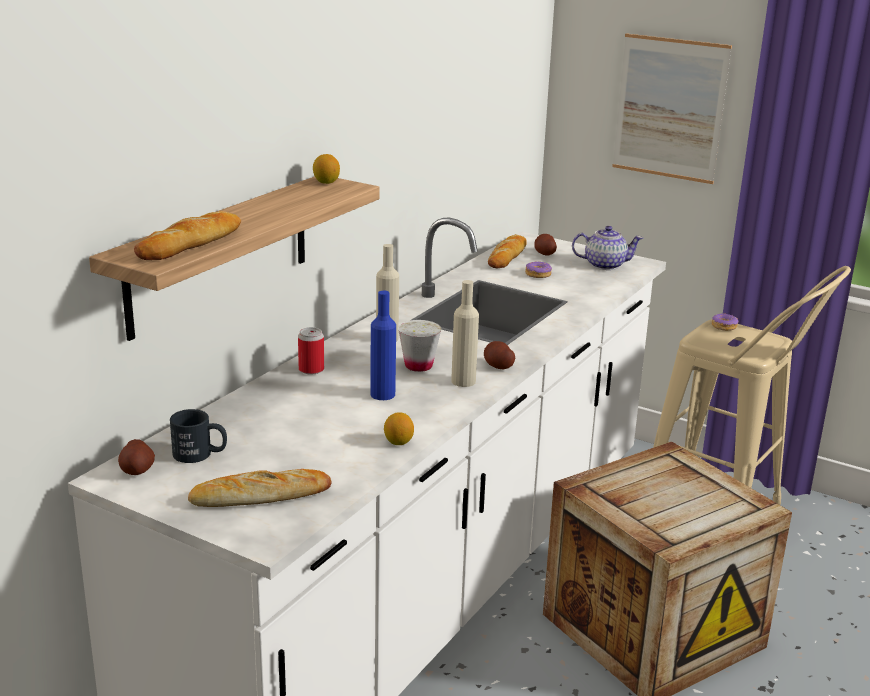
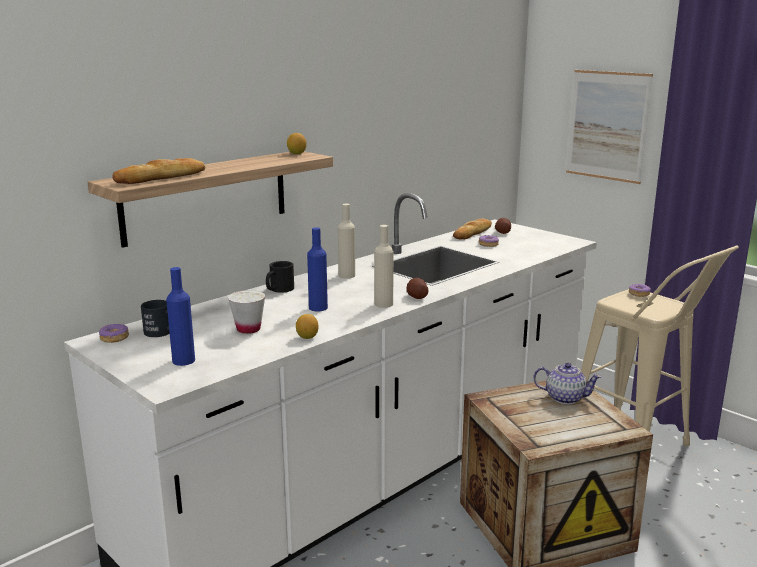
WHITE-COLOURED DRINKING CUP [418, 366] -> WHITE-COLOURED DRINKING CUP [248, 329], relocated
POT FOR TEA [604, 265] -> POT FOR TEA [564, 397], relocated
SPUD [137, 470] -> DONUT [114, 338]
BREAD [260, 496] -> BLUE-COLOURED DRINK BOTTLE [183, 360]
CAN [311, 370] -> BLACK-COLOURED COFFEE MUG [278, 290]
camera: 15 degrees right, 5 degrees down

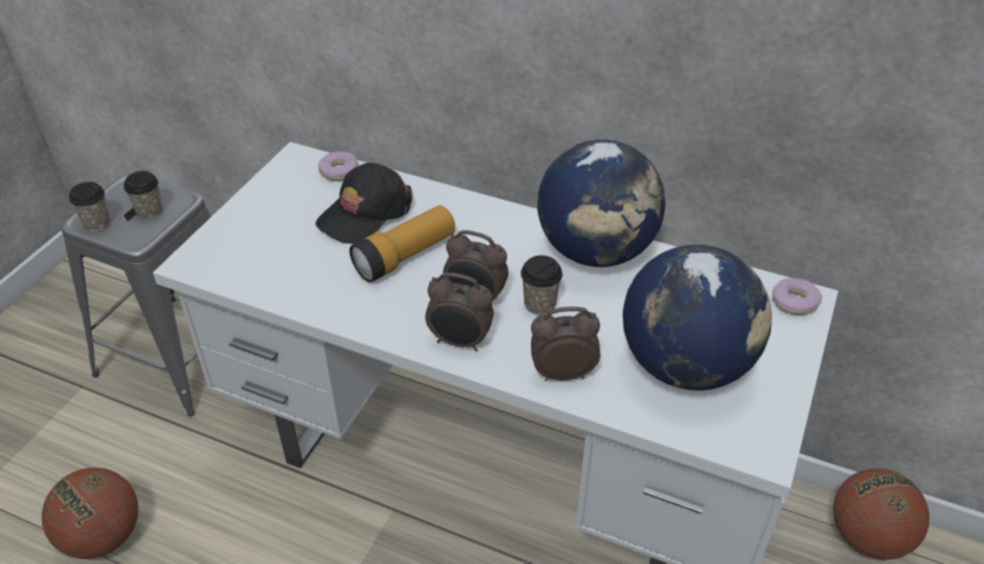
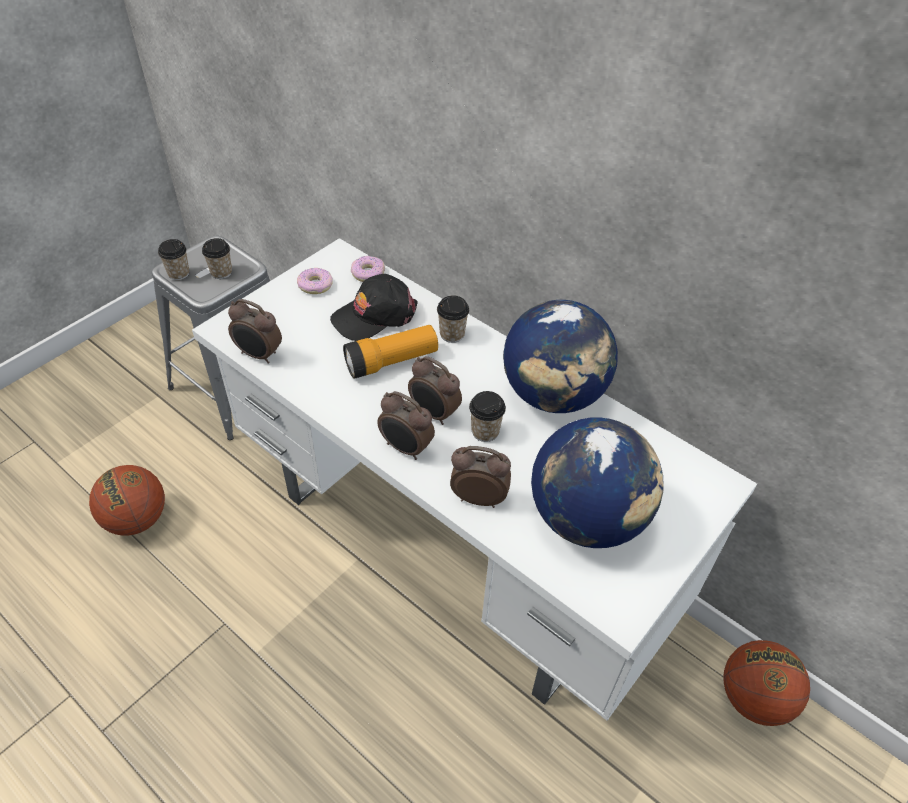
none -> BEDSIDE CLOCK [259, 355]
none -> DRINKING CUP [452, 334]
DONUT [794, 302] -> DONUT [315, 285], relocated
camera: 15 degrees right, 5 degrees up

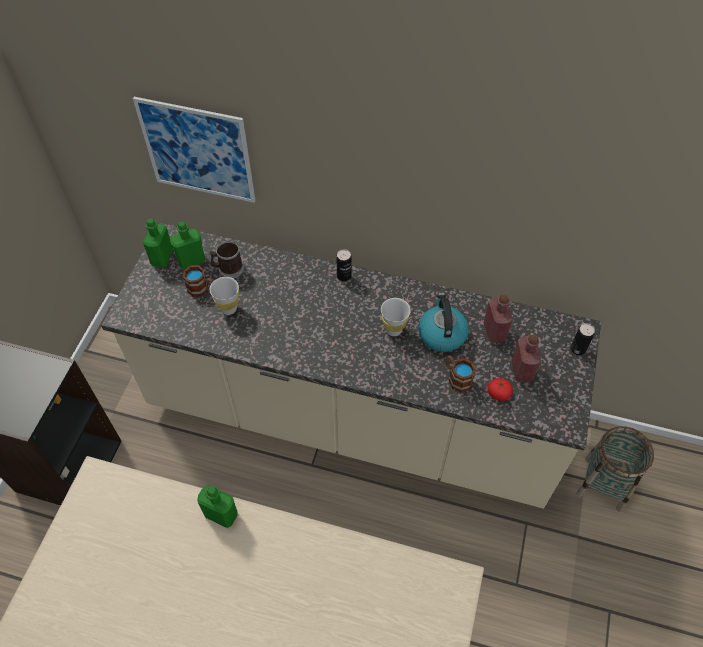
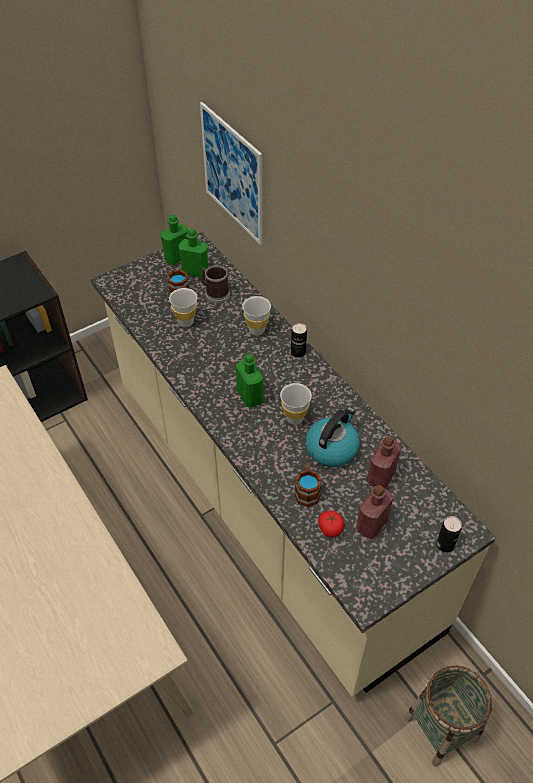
none -> WHITE-COLOURED DRINKING CUP [257, 330]
GREEN-COLOURED DRINK BOTTLE [221, 515] -> GREEN-COLOURED DRINK BOTTLE [250, 396], relocated
camera: 40 degrees right, 5 degrees down

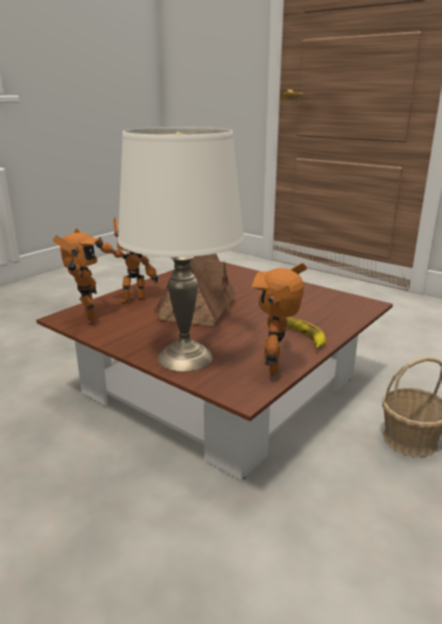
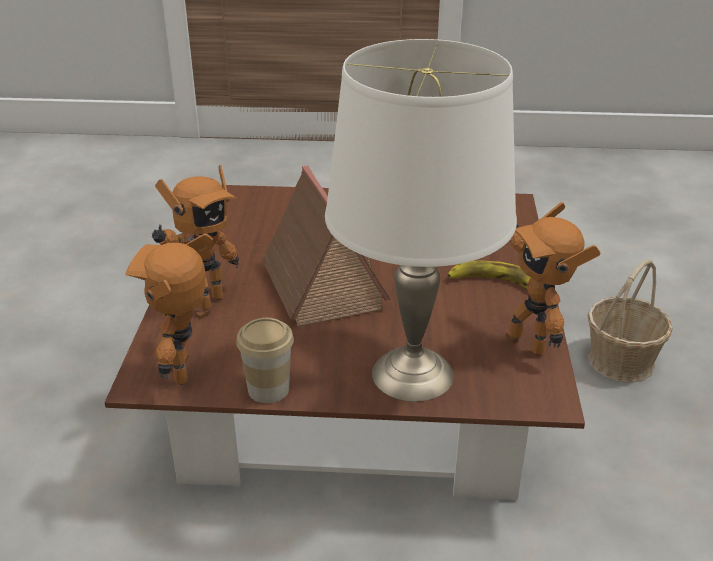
none -> DRINKING CUP [268, 389]
TOY ROBOT [86, 320] -> TOY ROBOT [190, 370], 135 degrees counterclockwise
camera: 35 degrees left, 10 degrees up

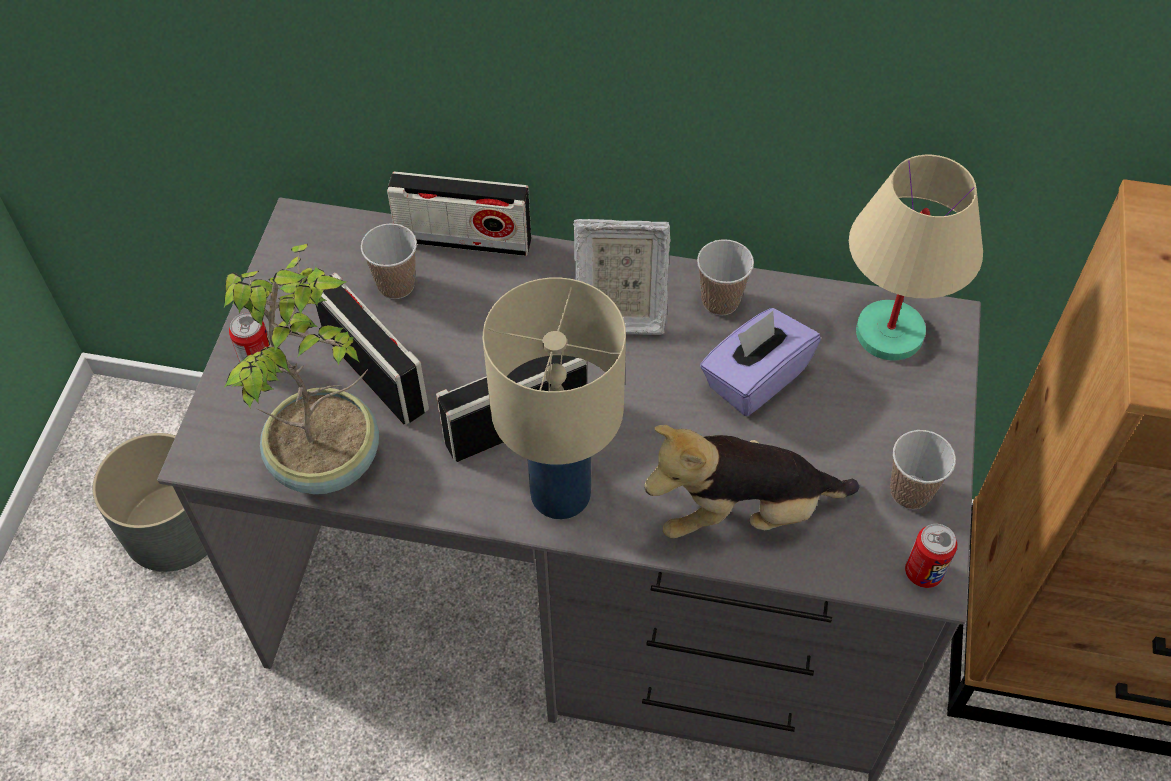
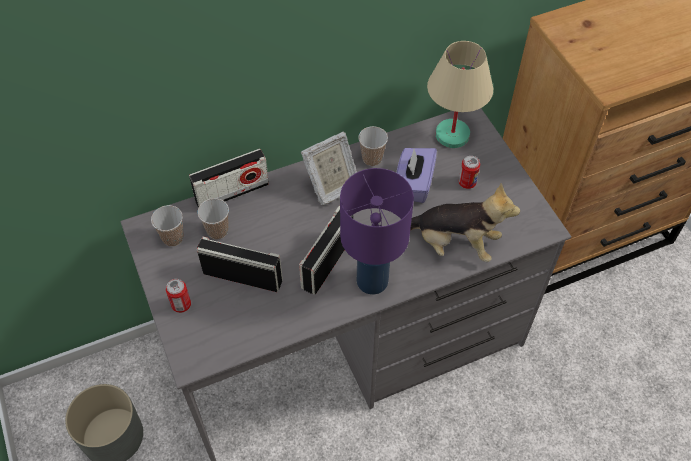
HOUSEPLANT [329, 459] -> none
DRINKING CUP [910, 492] -> DRINKING CUP [173, 238], relocated
CAN [923, 572] -> CAN [467, 183], relocated
BEIGE LAMP FOR A TABLE [561, 495] -> PURPLE LAMP FOR A TABLE [373, 281]
PLUSH TOY [742, 512] -> PLUSH TOY [453, 244], 120 degrees counterclockwise
camera: 35 degrees left, 0 degrees up

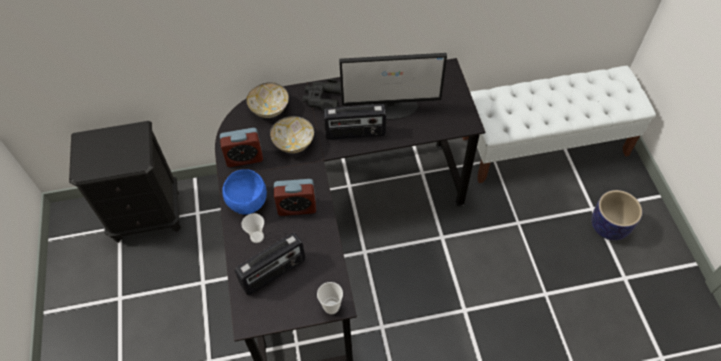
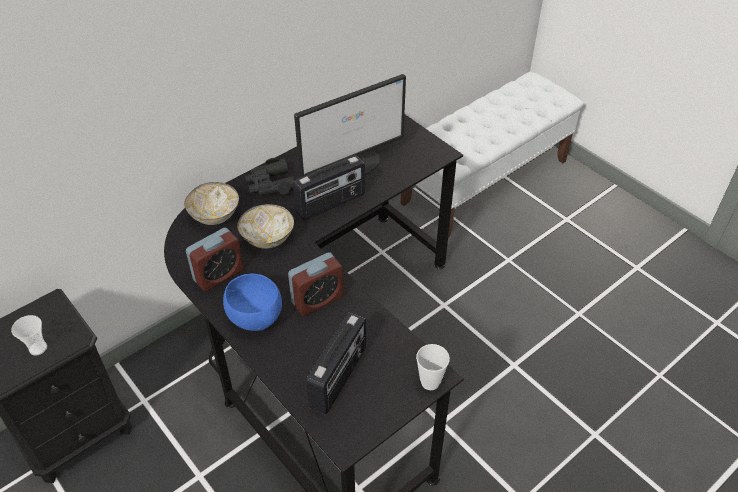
PLANTER [608, 226] -> none
DRINKING CUP [257, 237] -> DRINKING CUP [38, 348], relocated
camera: 30 degrees left, 10 degrees down

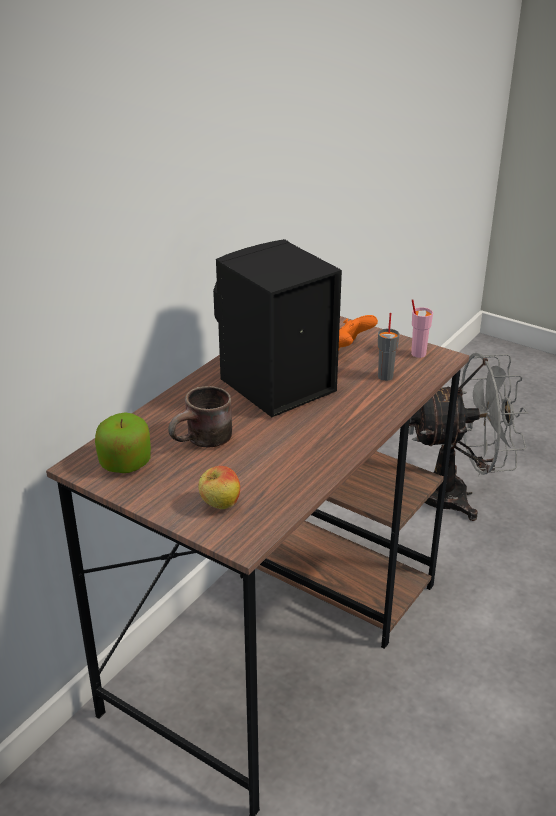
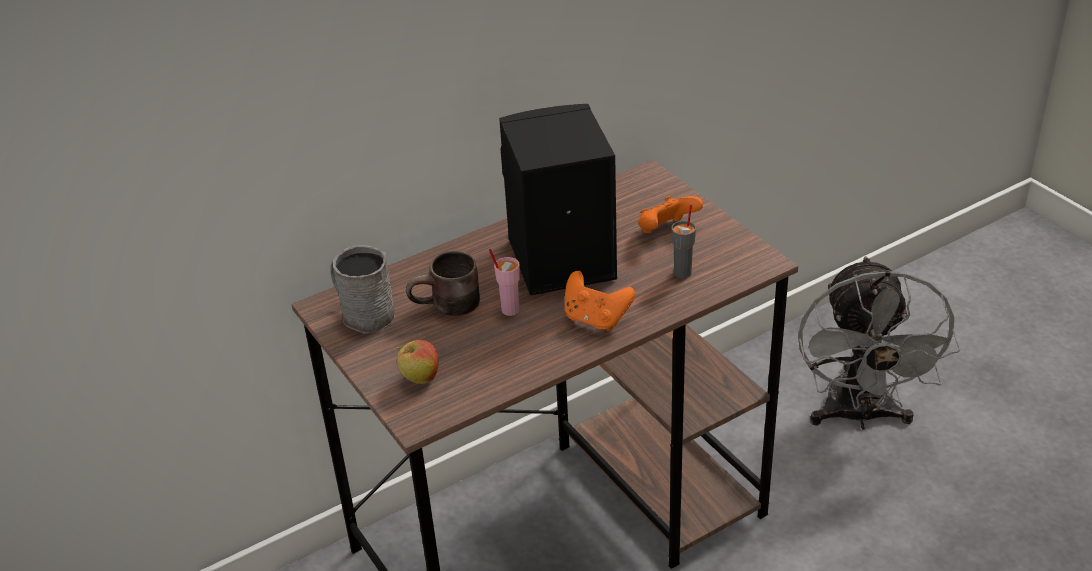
none -> ORANGE JOYPAD [596, 319]
PINK DRINKING CUP [418, 354] -> PINK DRINKING CUP [509, 309], relocated
WHOLE APPLE [125, 463] -> GRAY COFFEE MUG [363, 314]
GRAY FAN [456, 495] -> GRAY FAN [859, 416], 75 degrees clockwise
camera: 25 degrees right, 5 degrees up

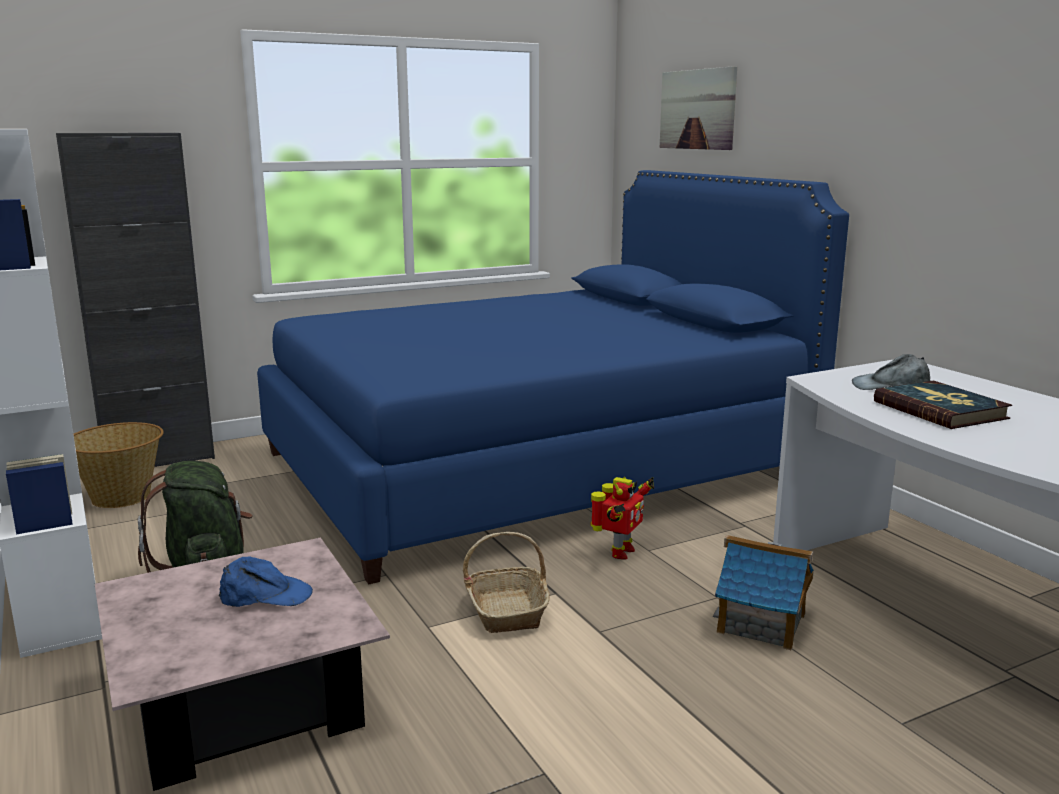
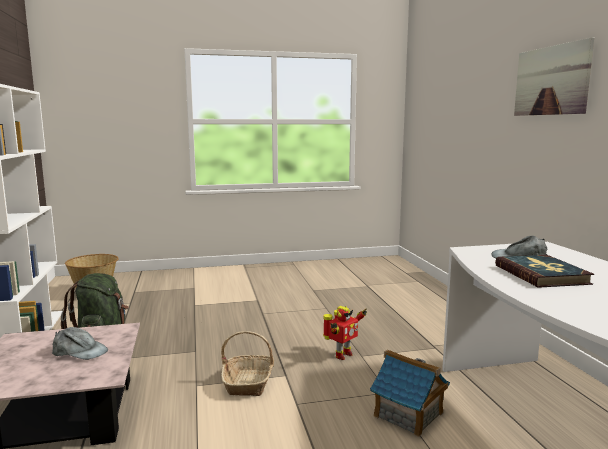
BLACK-COLOURED CUPBOARD [159, 460] -> none
BLUE-COLOURED BEDROOM BED [532, 466] -> none
WALL PICTURE [697, 109] -> WALL PICTURE [551, 80], relocated
BLUE-COLOURED PEAKED CAP [266, 595] -> GRAY PEAKED CAP [79, 351]
camera: 15 degrees right, 5 degrees down

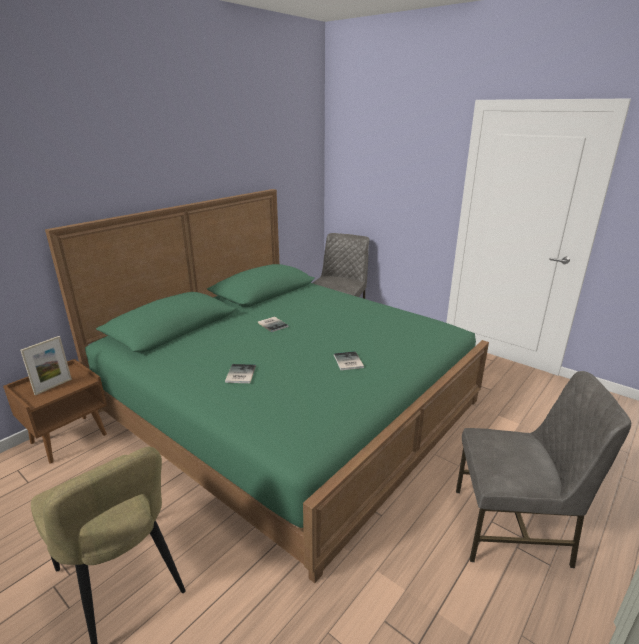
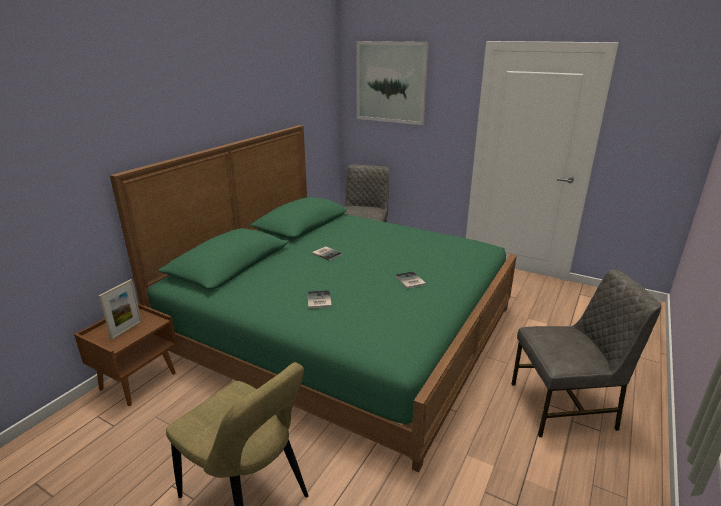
none -> WALL PICTURE [391, 82]
camera: 10 degrees left, 0 degrees up

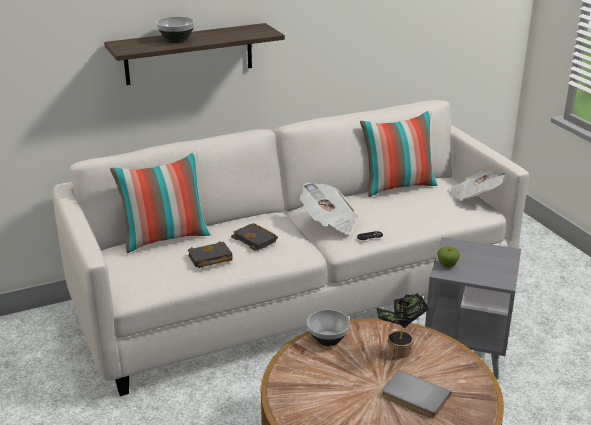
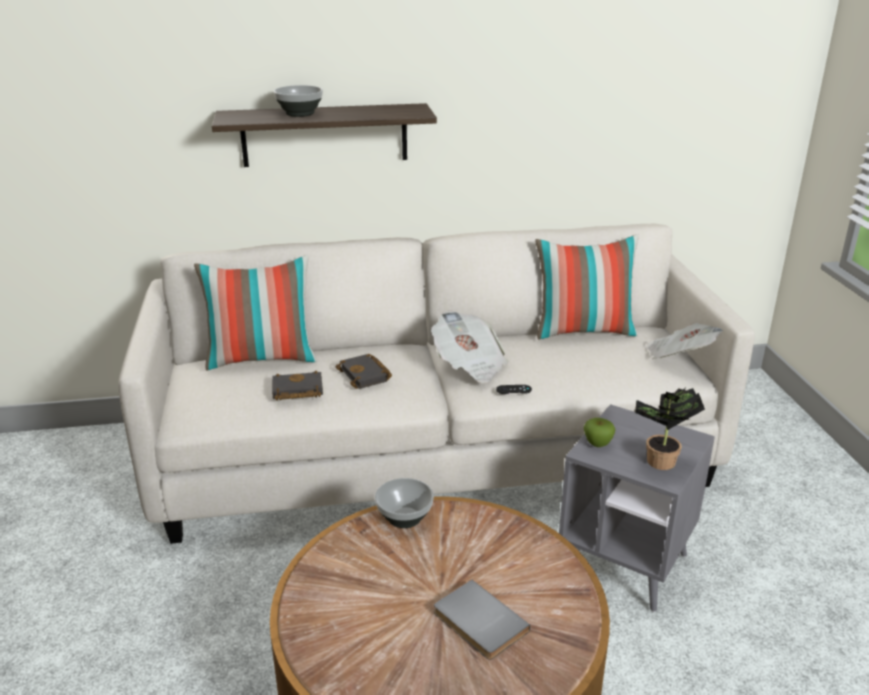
HOUSEPLANT [398, 353] -> HOUSEPLANT [659, 464], relocated
camera: 15 degrees right, 0 degrees up

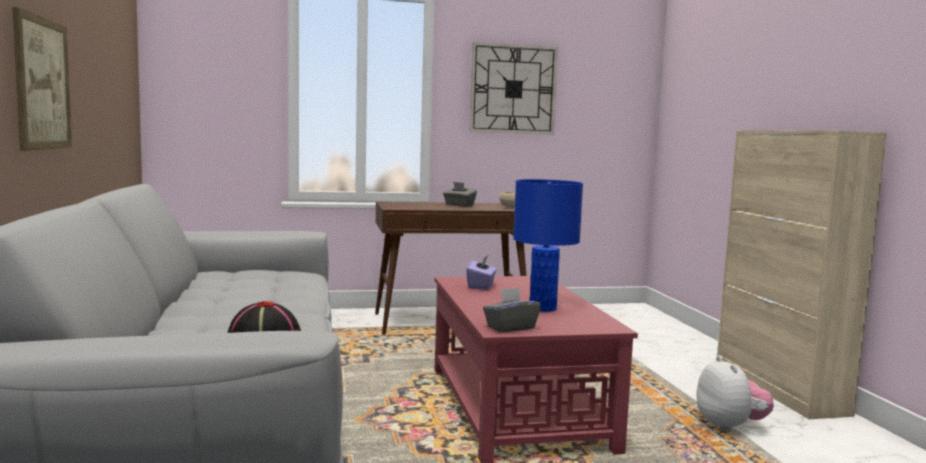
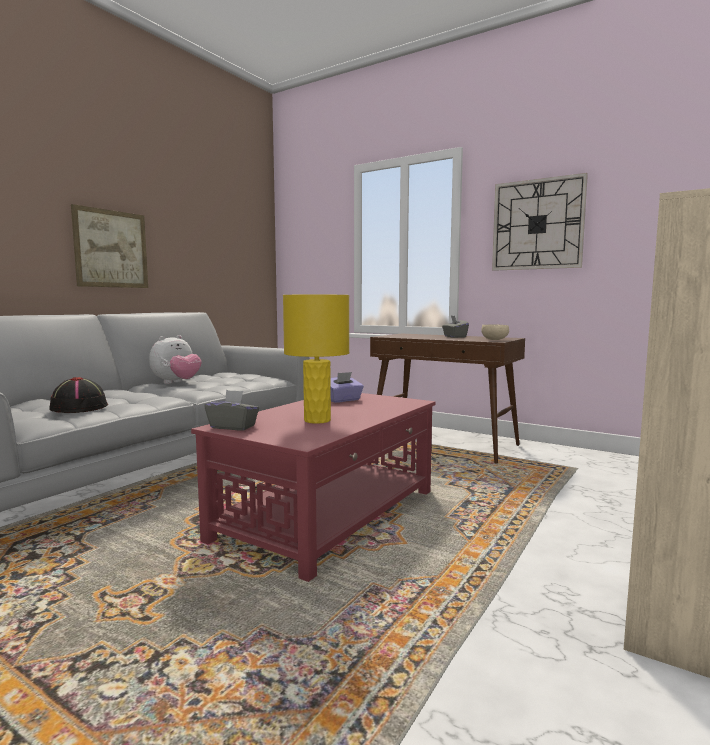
PLUSH TOY [730, 427] -> PLUSH TOY [176, 383], relocated
BLUE-COLOURED LAMP FOR A TABLE [542, 308] -> YELLOW LAMP FOR A TABLE [317, 420]
camera: 45 degrees right, 0 degrees up

